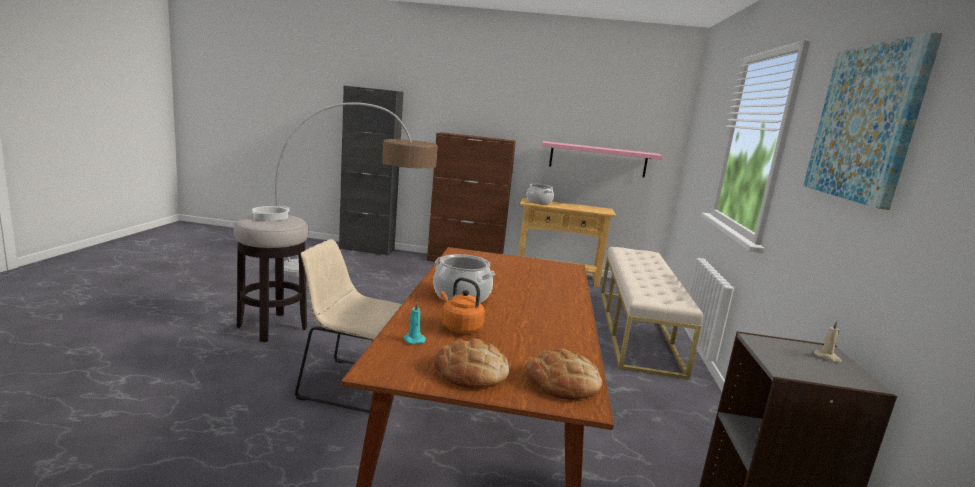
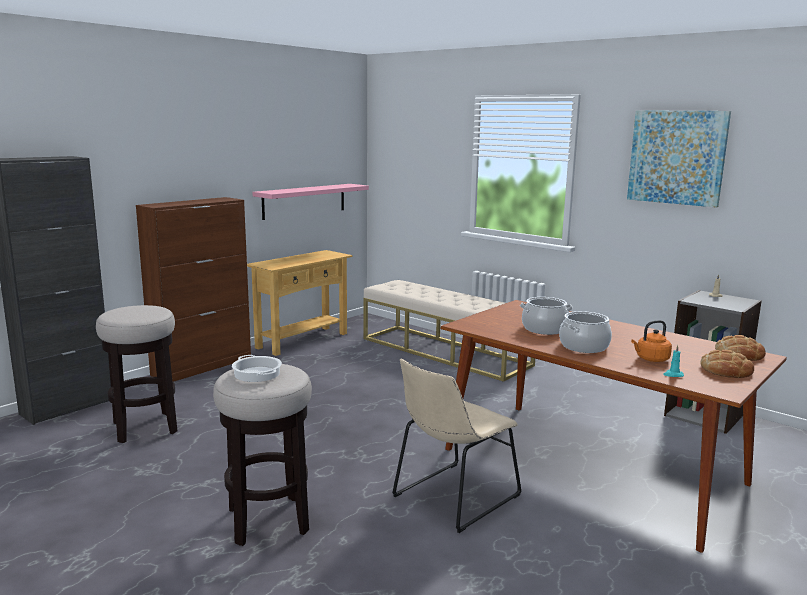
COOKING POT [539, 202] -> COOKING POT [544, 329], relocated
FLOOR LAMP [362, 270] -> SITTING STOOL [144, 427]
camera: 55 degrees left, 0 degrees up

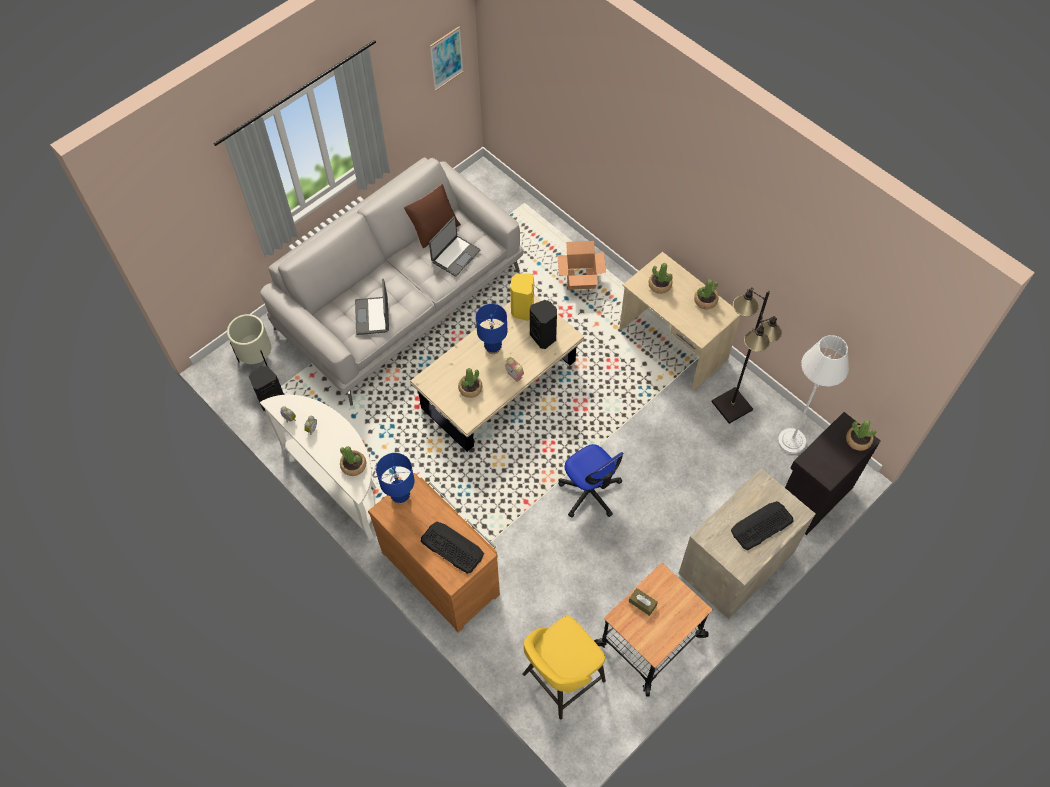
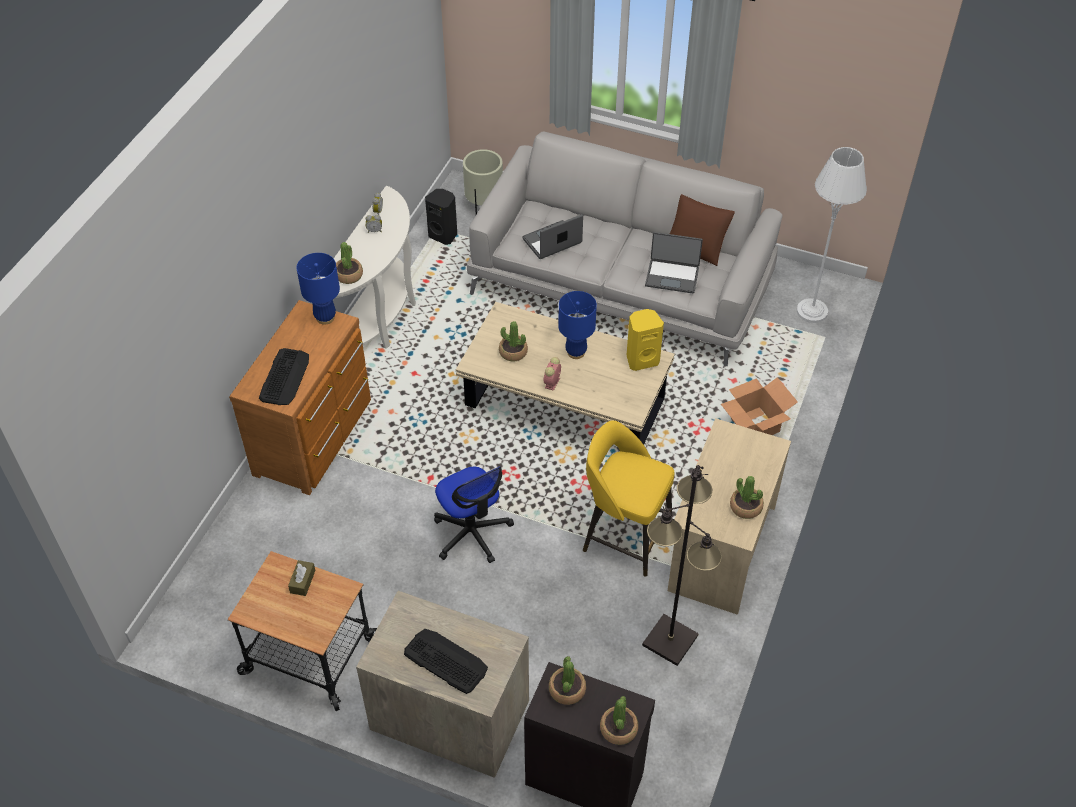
WALL PICTURE [446, 58] -> none
BLACK-COLOURED LOUDSPEAKER [544, 337] -> none
YELLOW SITTING STOOL [561, 679] -> YELLOW SITTING STOOL [624, 536], relocated
HOUSEPLANT [659, 285] -> HOUSEPLANT [567, 689], relocated
WHITE-COLOURED FLOOR LAMP [791, 441] -> WHITE-COLOURED FLOOR LAMP [812, 311], relocated
DESK CHAIR [590, 492] -> DESK CHAIR [472, 533], 60 degrees counterclockwise
camera: 65 degrees right, 10 degrees down

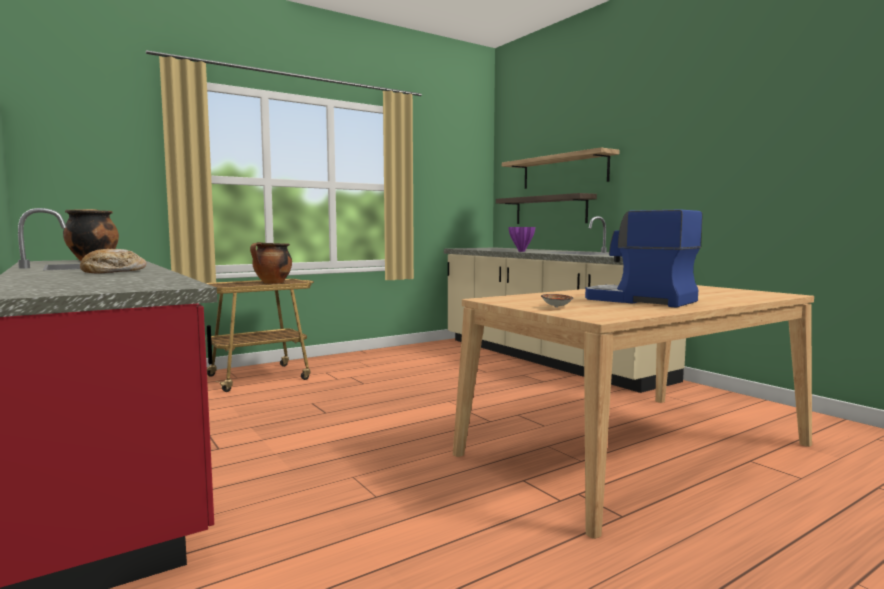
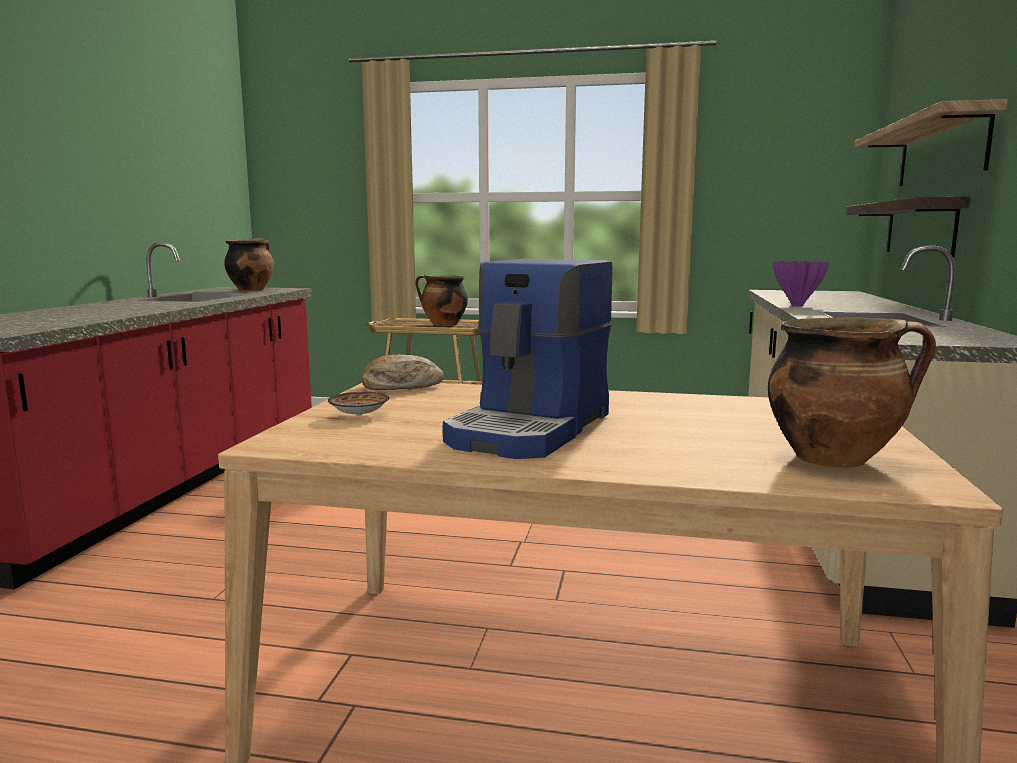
none -> COOKING POT [835, 459]
BREAD [113, 271] -> BREAD [401, 386], relocated
COFFEE MACHINE [638, 300] -> COFFEE MACHINE [532, 429], 150 degrees counterclockwise
camera: 45 degrees right, 5 degrees up

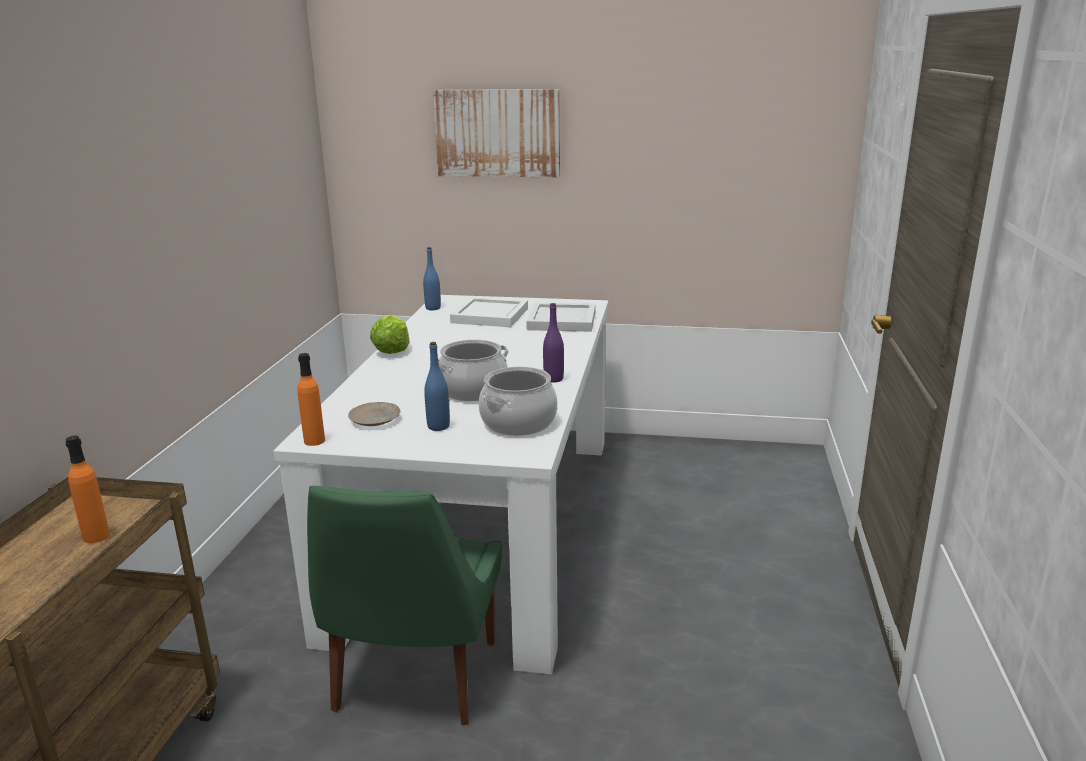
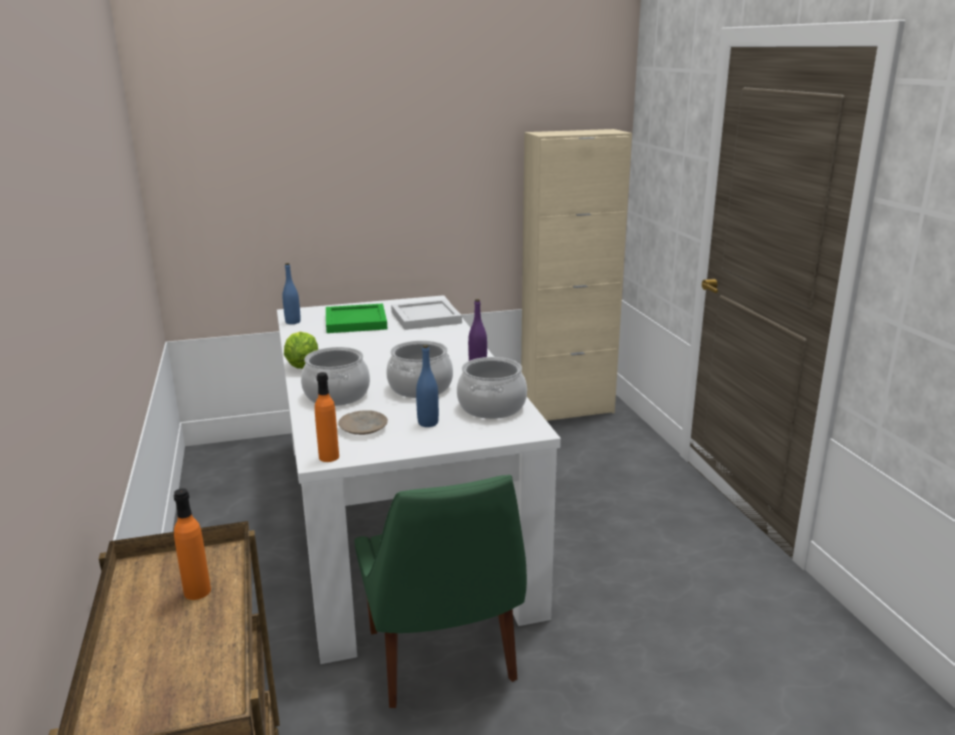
WALL PICTURE [498, 133] -> none
none -> COOKING POT [336, 395]
none -> BEIGE CUPBOARD [567, 410]
WHITE-COLOURED SERVING TRAY [491, 315] -> GREEN-COLOURED SERVING TRAY [357, 321]
camera: 25 degrees left, 0 degrees up

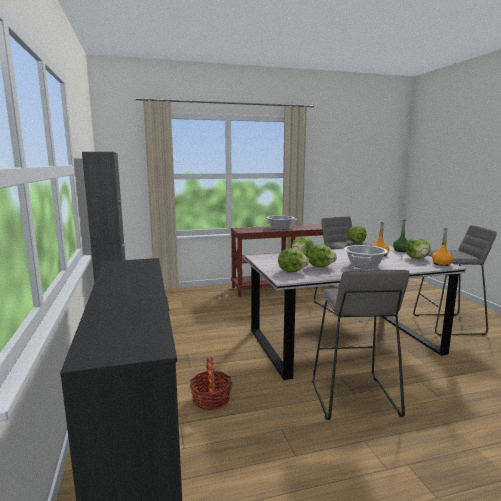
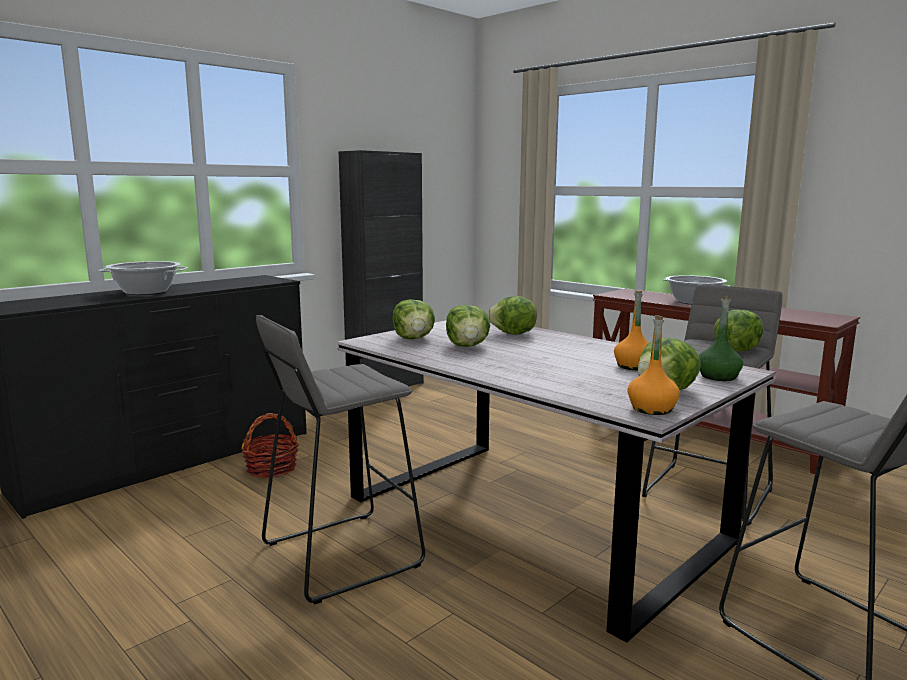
COOKING POT [364, 266] -> COOKING POT [145, 292], relocated
camera: 60 degrees right, 0 degrees up

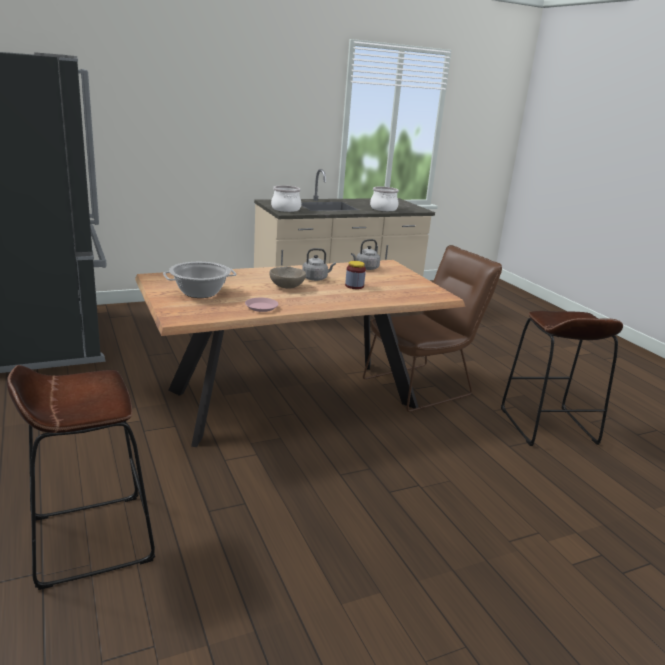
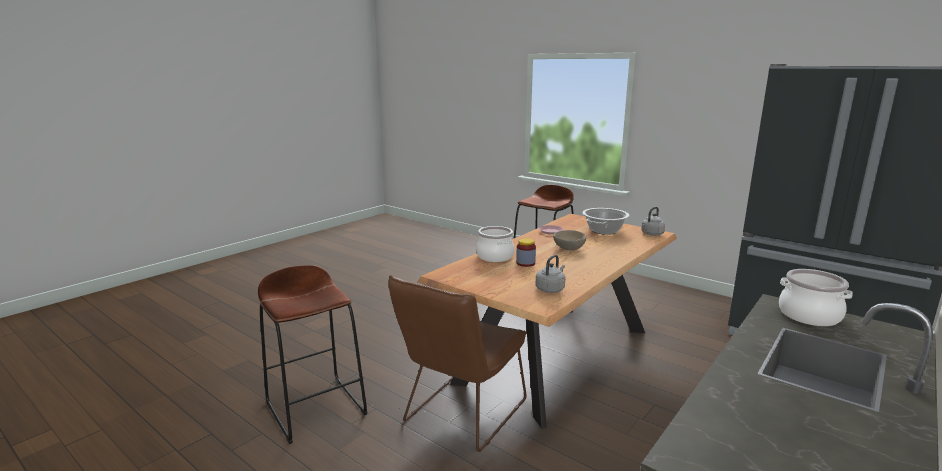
GRAY TEA KETTLE [316, 278] -> GRAY TEA KETTLE [651, 234], relocated
COOKING POT [384, 209] -> COOKING POT [494, 257], relocated
camera: 155 degrees right, 5 degrees down

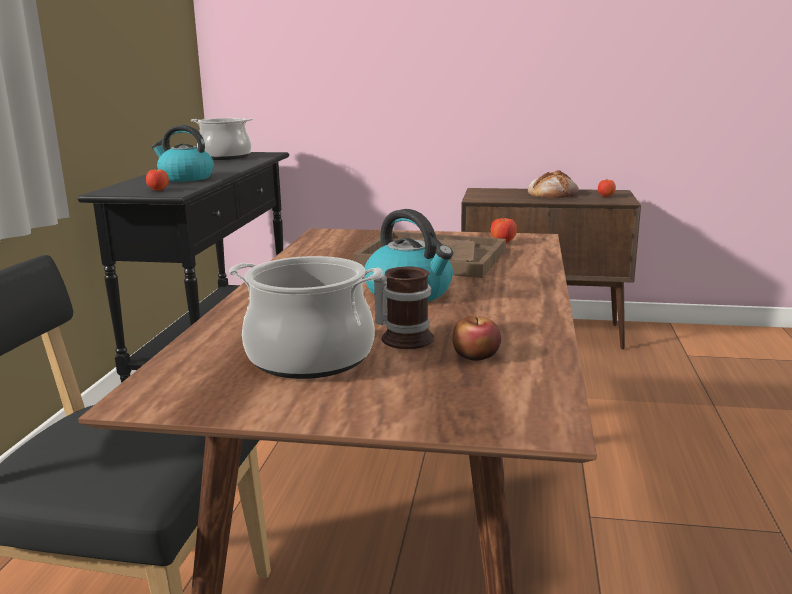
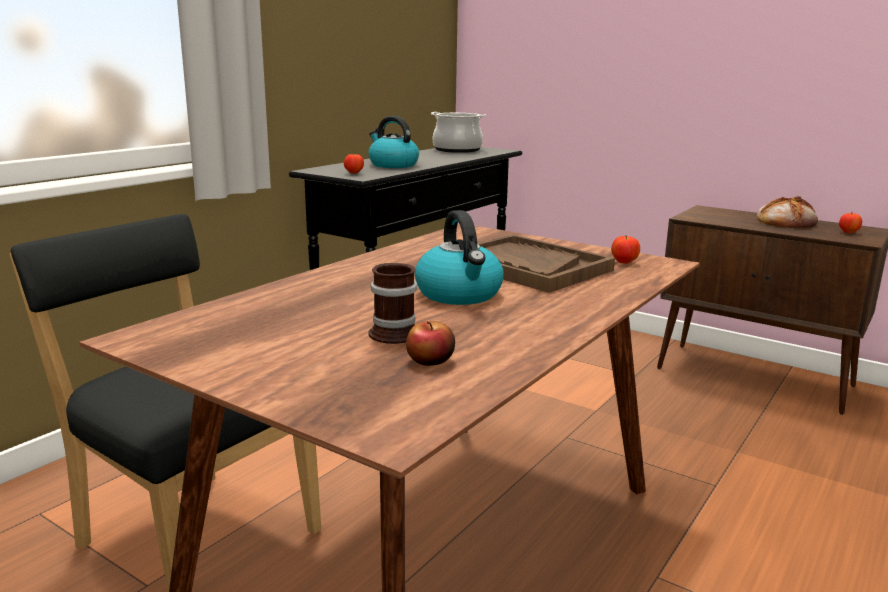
COOKING POT [309, 357] -> none
camera: 25 degrees right, 0 degrees up

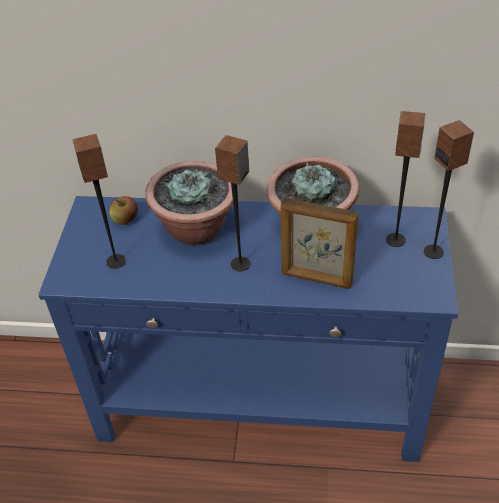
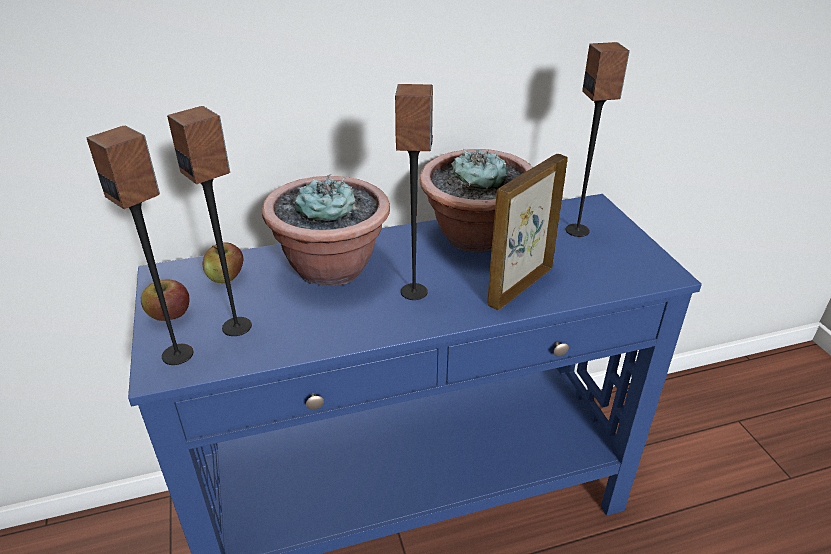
none -> WHOLE APPLE [169, 315]
LOUDSPEAKER [434, 251] -> LOUDSPEAKER [178, 354], relocated
PHOTO FRAME [316, 279] -> PHOTO FRAME [519, 286], 135 degrees clockwise
camera: 25 degrees left, 10 degrees down

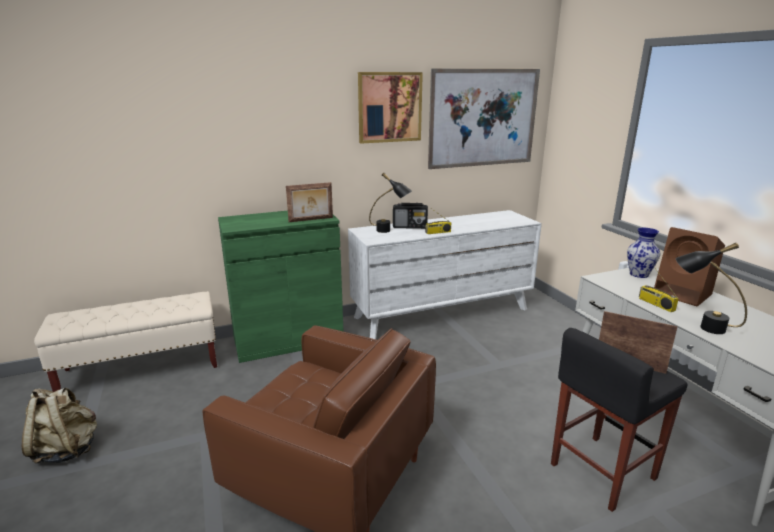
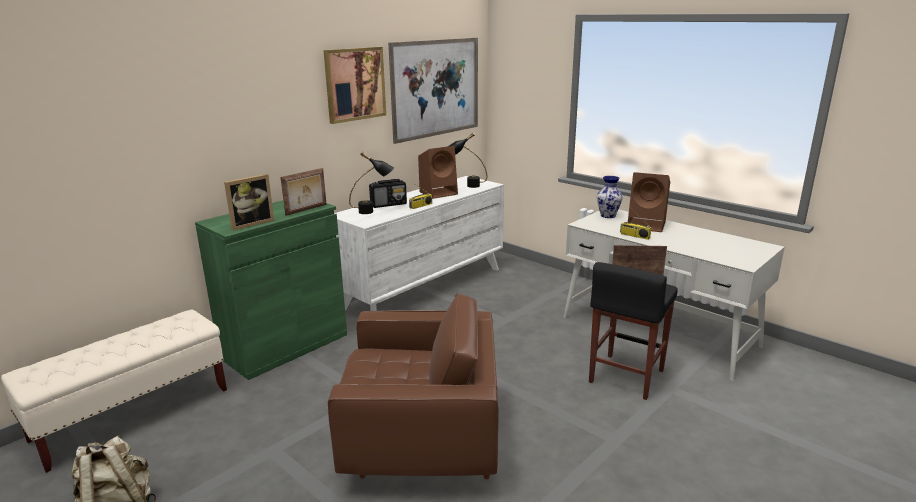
none -> PHOTO FRAME [251, 223]
none -> BROWNISH LOUDSPEAKER [439, 193]
BLACK-COLOURED LAMP FOR A TABLE [700, 326] -> BLACK-COLOURED LAMP FOR A TABLE [467, 185], relocated
camera: 25 degrees left, 0 degrees up

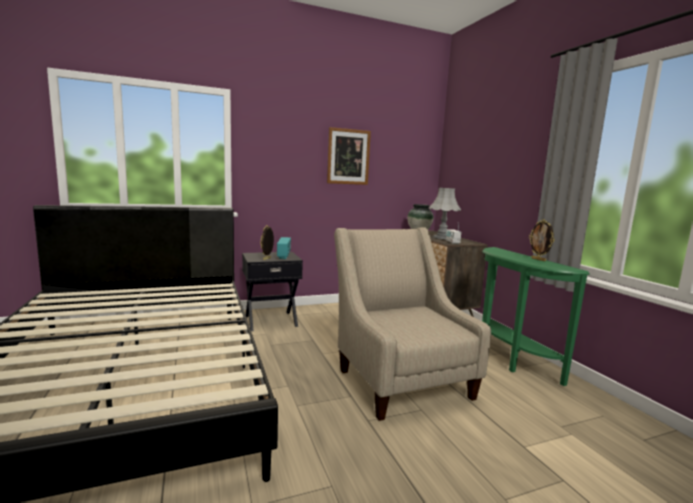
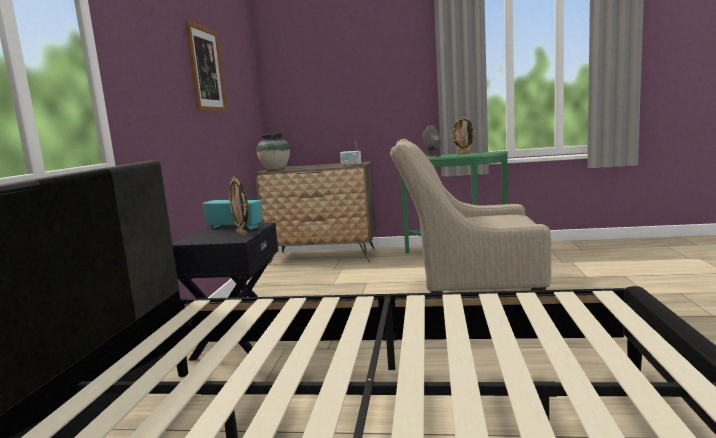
GRAY LAMP FOR A TABLE [442, 237] -> none
none -> GRAY LOUDSPEAKER [431, 156]
camera: 60 degrees left, 0 degrees up

